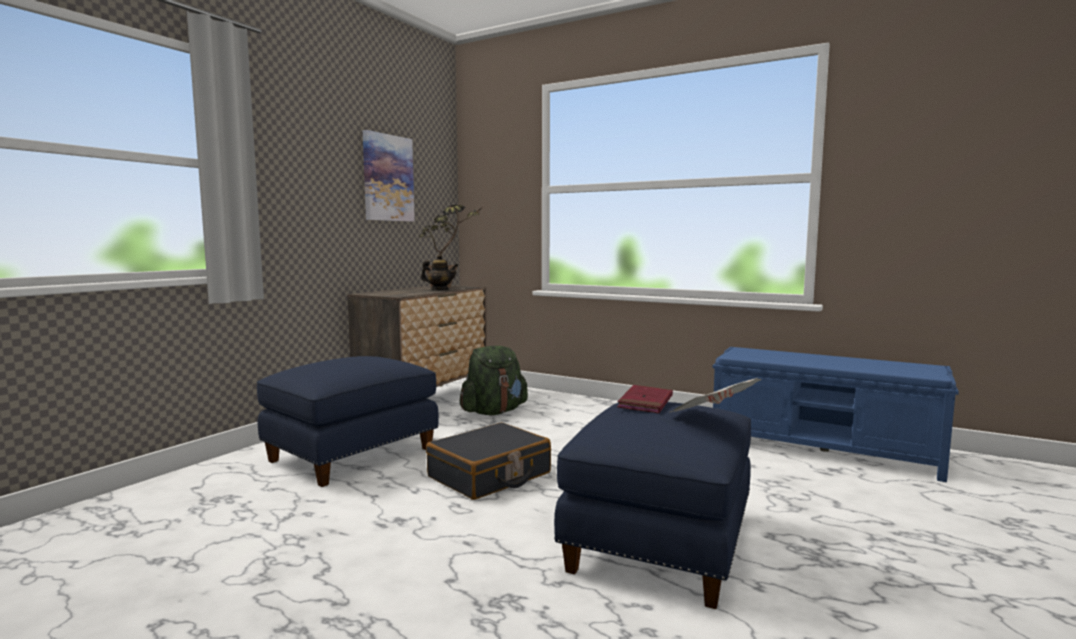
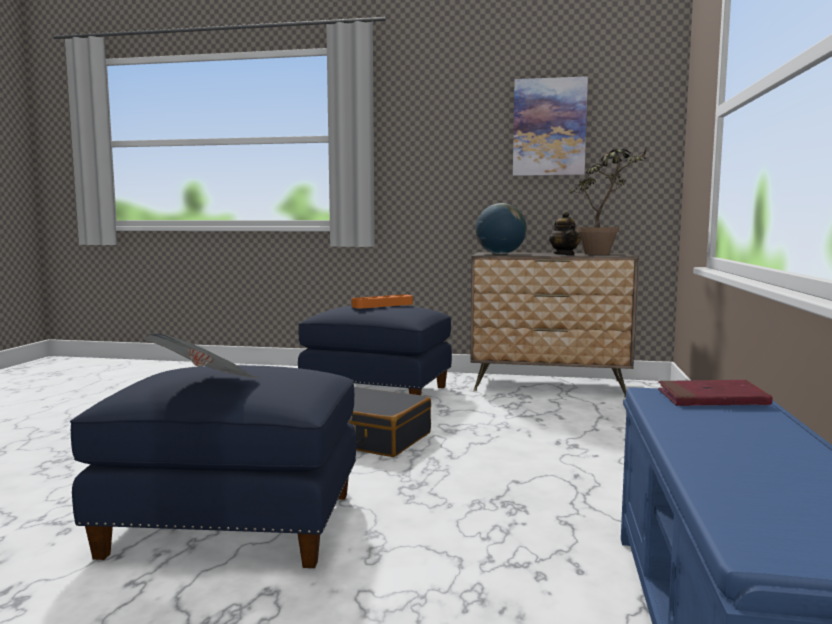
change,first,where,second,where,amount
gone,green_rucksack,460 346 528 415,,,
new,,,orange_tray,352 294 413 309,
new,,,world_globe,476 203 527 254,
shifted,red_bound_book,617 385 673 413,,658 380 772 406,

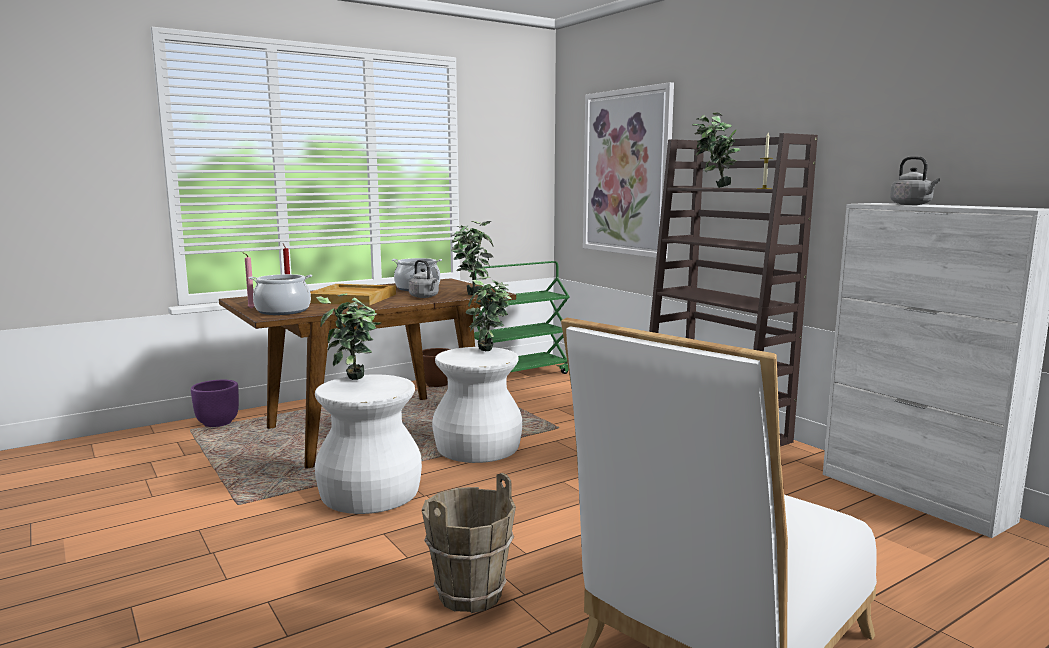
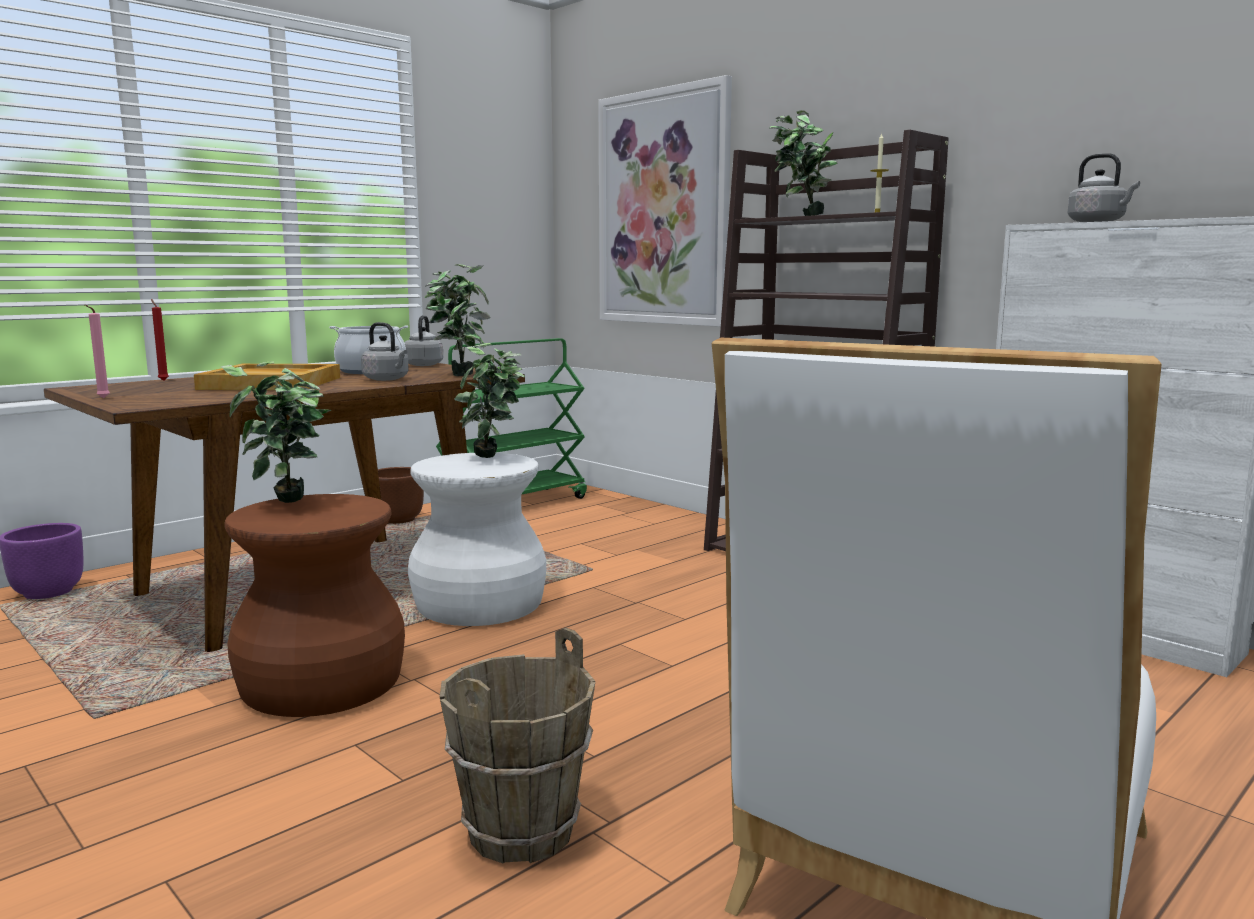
change,first,where,second,where,amount
gone,cooking_pot,249 274 312 315,,,
new,,,grey_water_kettle,404 315 443 366,
repainted,whitish_sitting_stool,315 374 422 514,brown-coloured_sitting_stool,224 494 405 717,

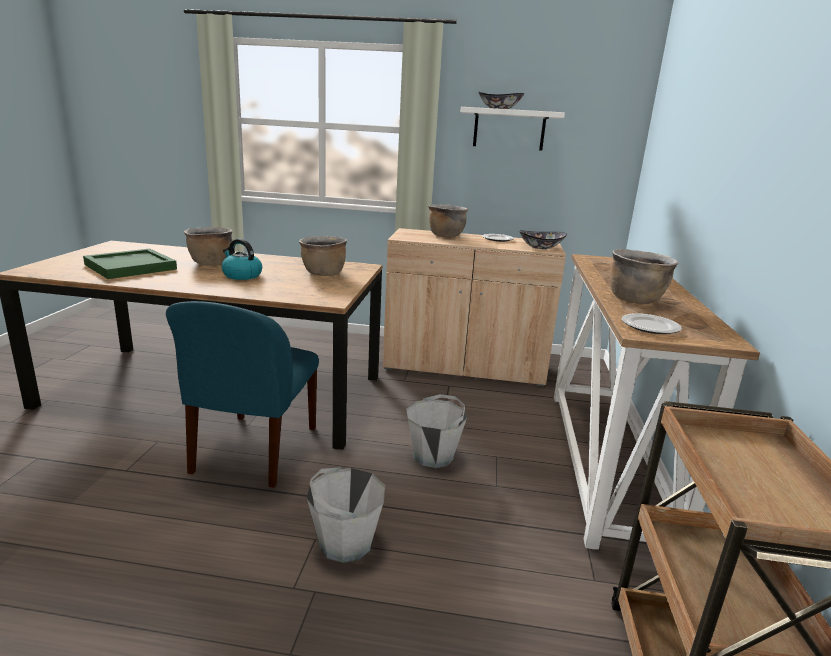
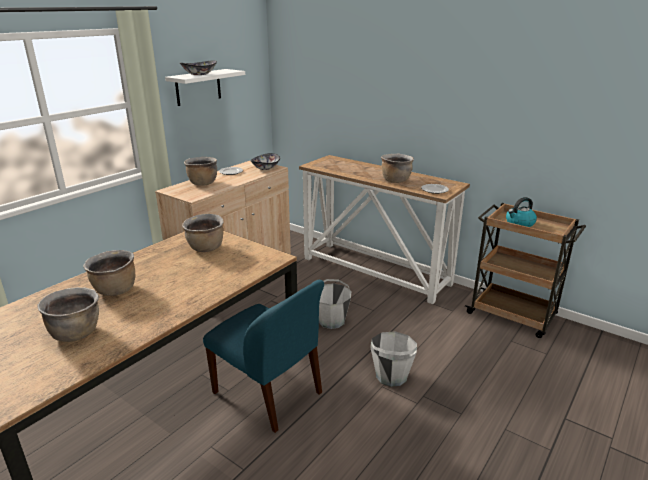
change,first,where,second,where,amount
shifted,water_kettle,222 239 262 280,,506 197 537 227,
swapped,green_tray,83 249 177 279,brown-coloured_cooking_pot,37 287 99 342,

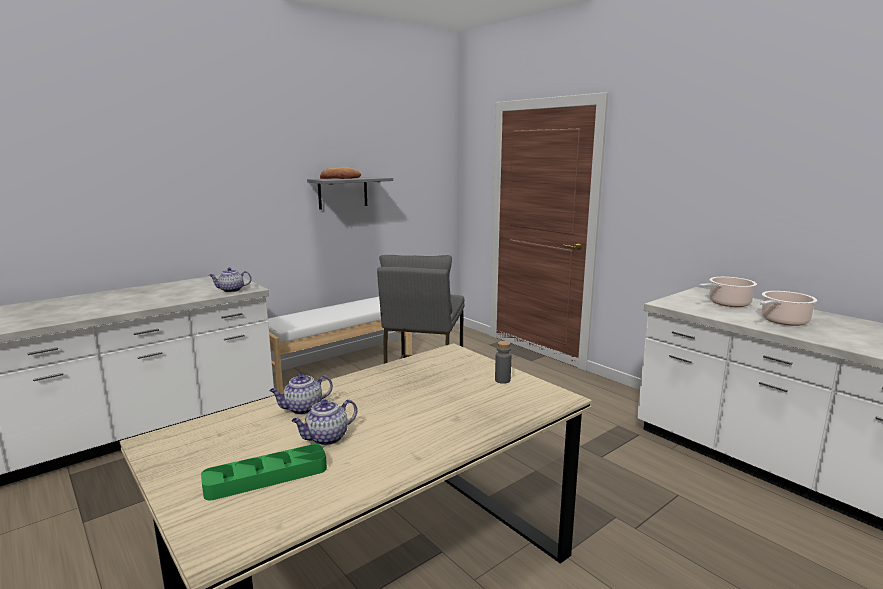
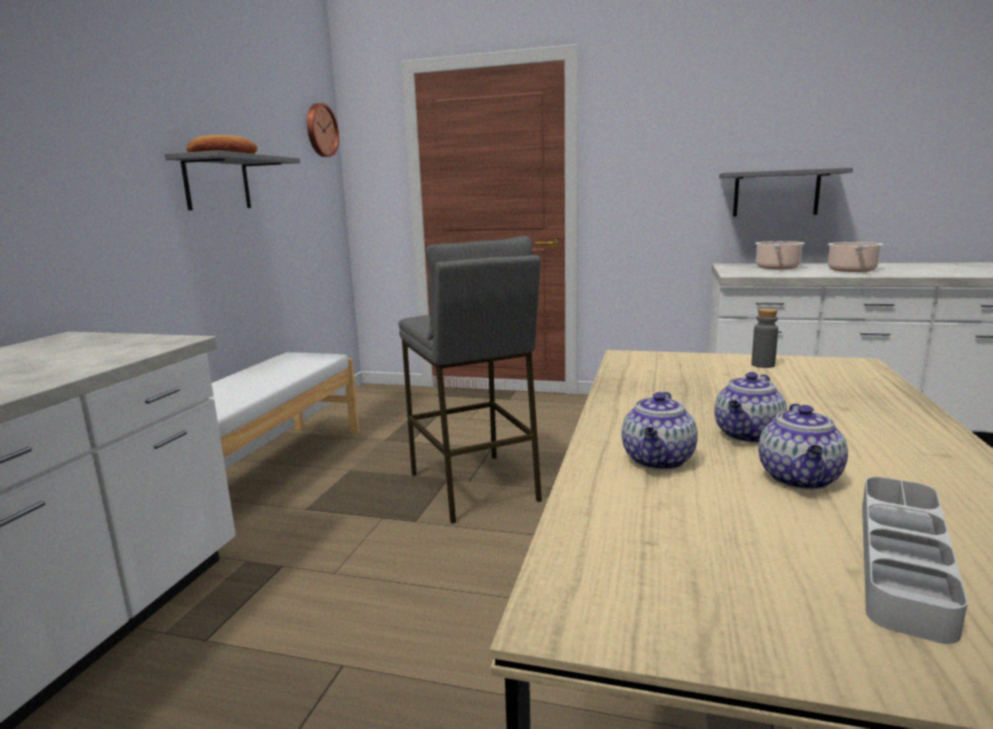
change,first,where,second,where,amount
new,,,clock_on_the_wall,307 103 339 157,
new,,,grey_shelf,719 167 853 217,
shifted,teapot,209 268 252 293,,714 372 787 443,
repainted,green_tray,201 444 327 500,grey_tray,862 477 968 644,

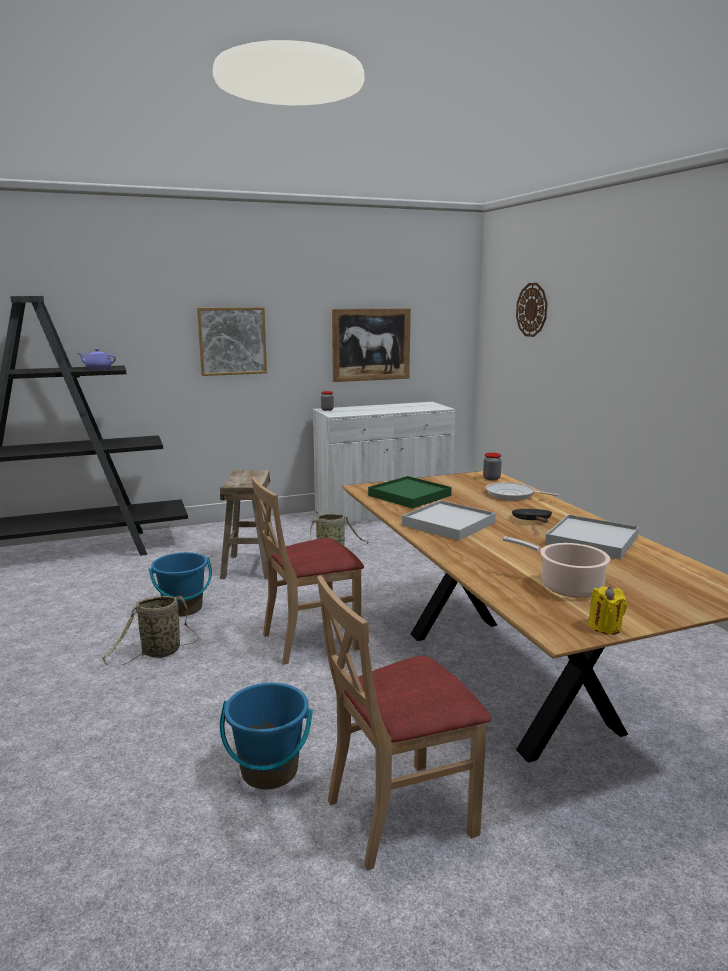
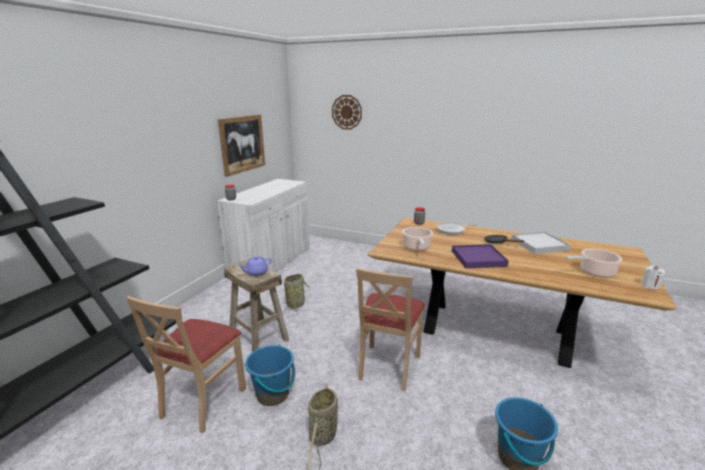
change,first,where,second,where,amount
gone,wall_picture,197 307 267 376,,,
shifted,purple_teapot,78 349 116 369,,238 256 272 276,
shifted,sand-coloured_chair,317 575 491 871,,126 296 246 433,
swapped,green_tray,368 476 452 508,cooking_pot,402 227 433 251,
repainted,whitish_tray,402 500 496 541,purple_tray,452 244 509 269,
repainted,yellowish_wax_candle,588 586 627 634,whitish_wax_candle,641 266 665 290,

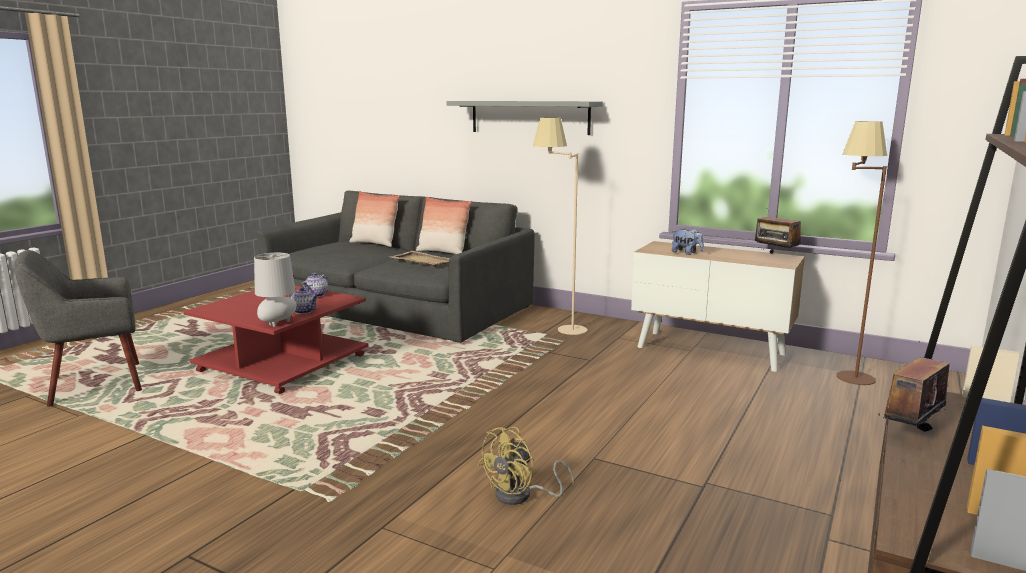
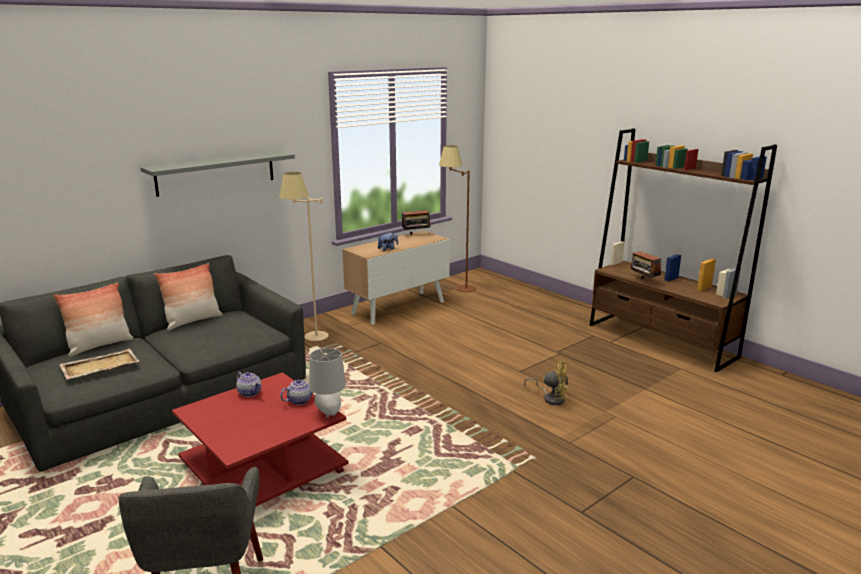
change,first,where,second,where,amount
shifted,sand-coloured_tray,389 251 450 267,,59 349 139 379,
rotated,yellowish_fan,477 427 574 505,,524 360 568 405,45 degrees counterclockwise

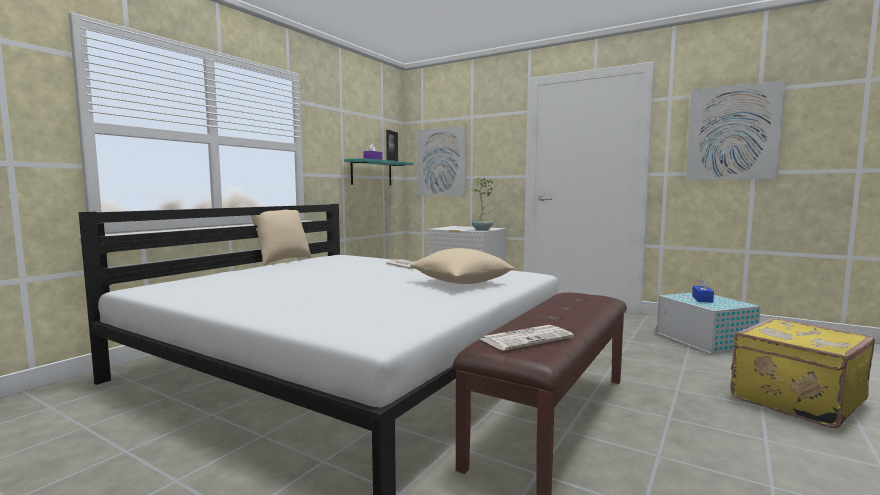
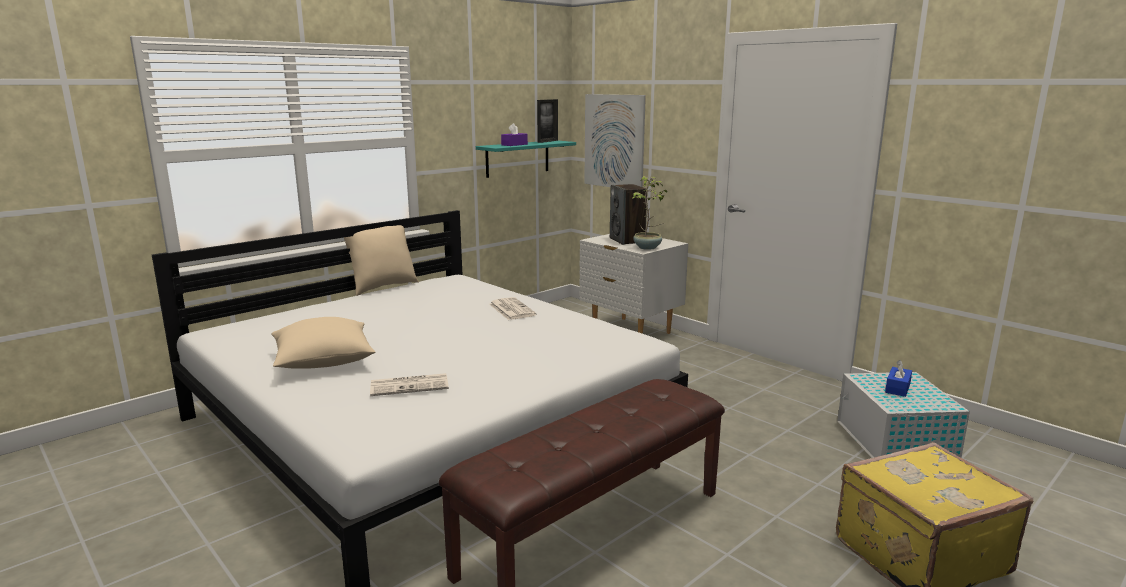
change,first,where,second,where,amount
gone,wall_picture,686 80 786 180,,,
new,,,loudspeaker,610 184 647 245,
shifted,sand-coloured_throw_pillow,410 248 515 284,,271 317 376 369,
shifted,daily_paper,480 325 574 351,,370 373 449 396,

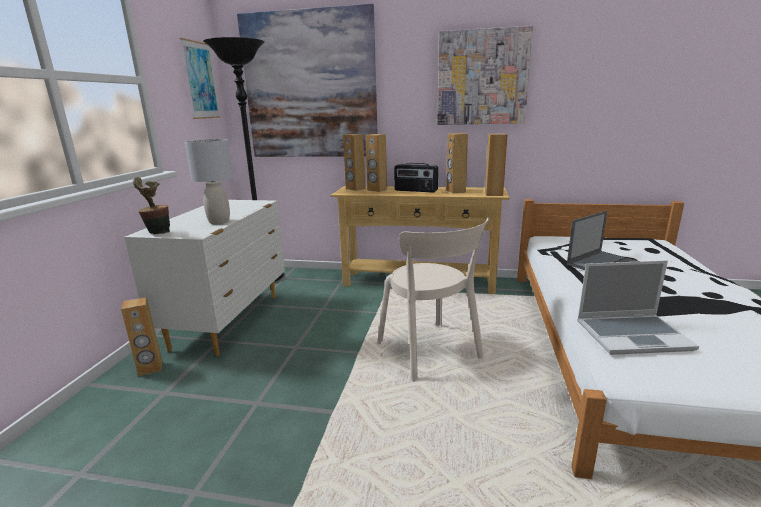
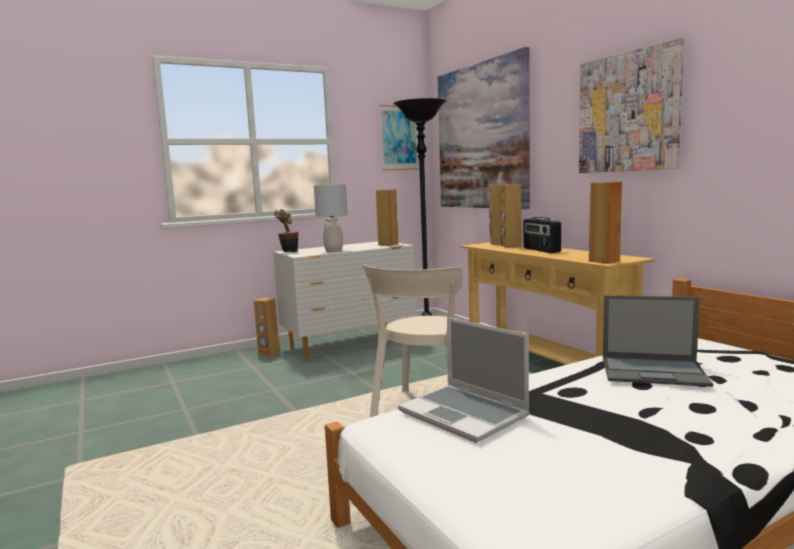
change,first,where,second,where,amount
shifted,brown-coloured_loudspeaker,446 133 468 193,,376 189 398 246,

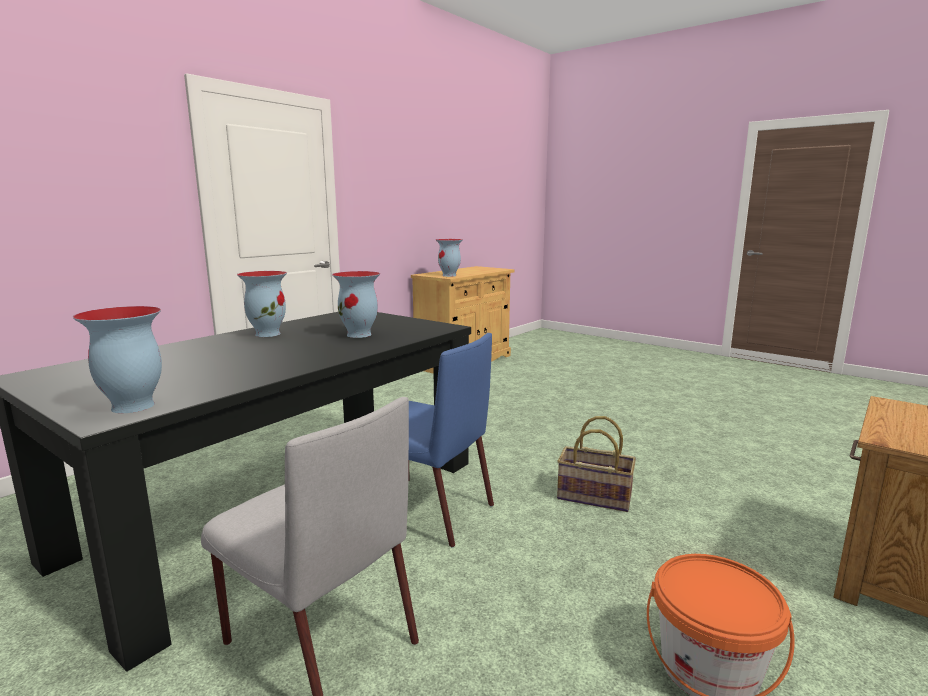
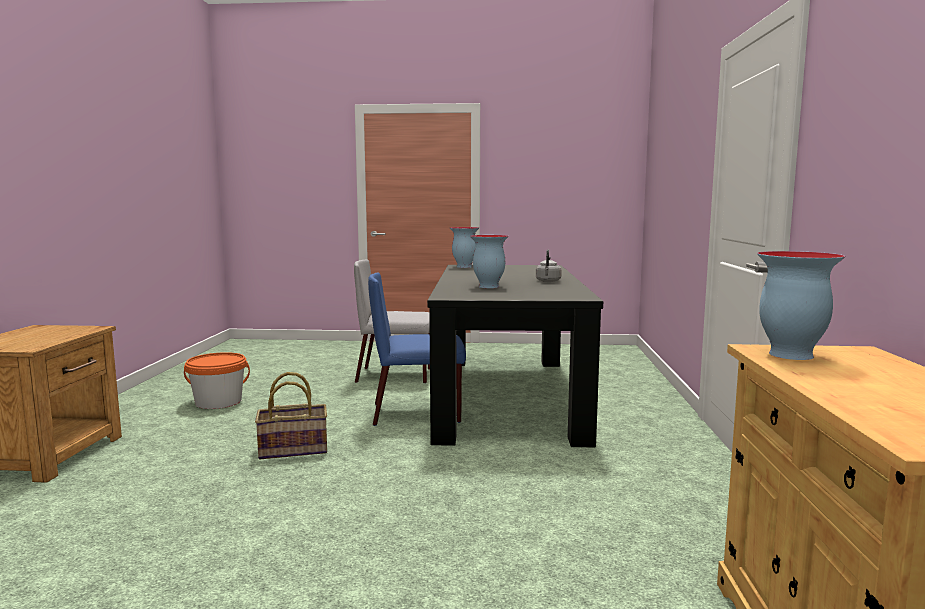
change,first,where,second,where,amount
swapped,decorative_vase,237 271 287 337,grey_water_kettle,536 250 562 282,

